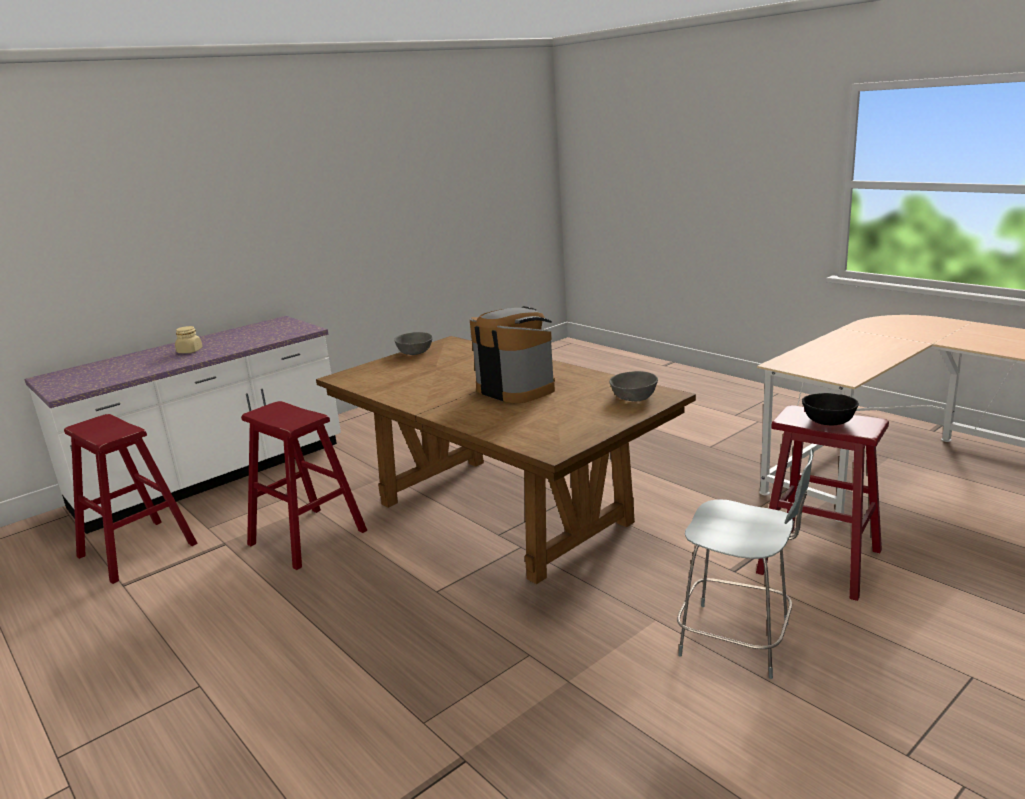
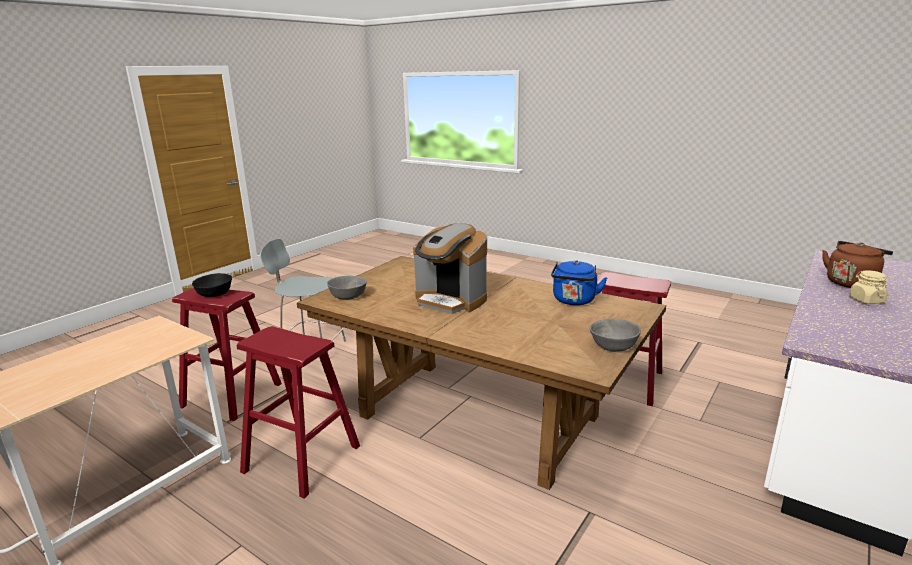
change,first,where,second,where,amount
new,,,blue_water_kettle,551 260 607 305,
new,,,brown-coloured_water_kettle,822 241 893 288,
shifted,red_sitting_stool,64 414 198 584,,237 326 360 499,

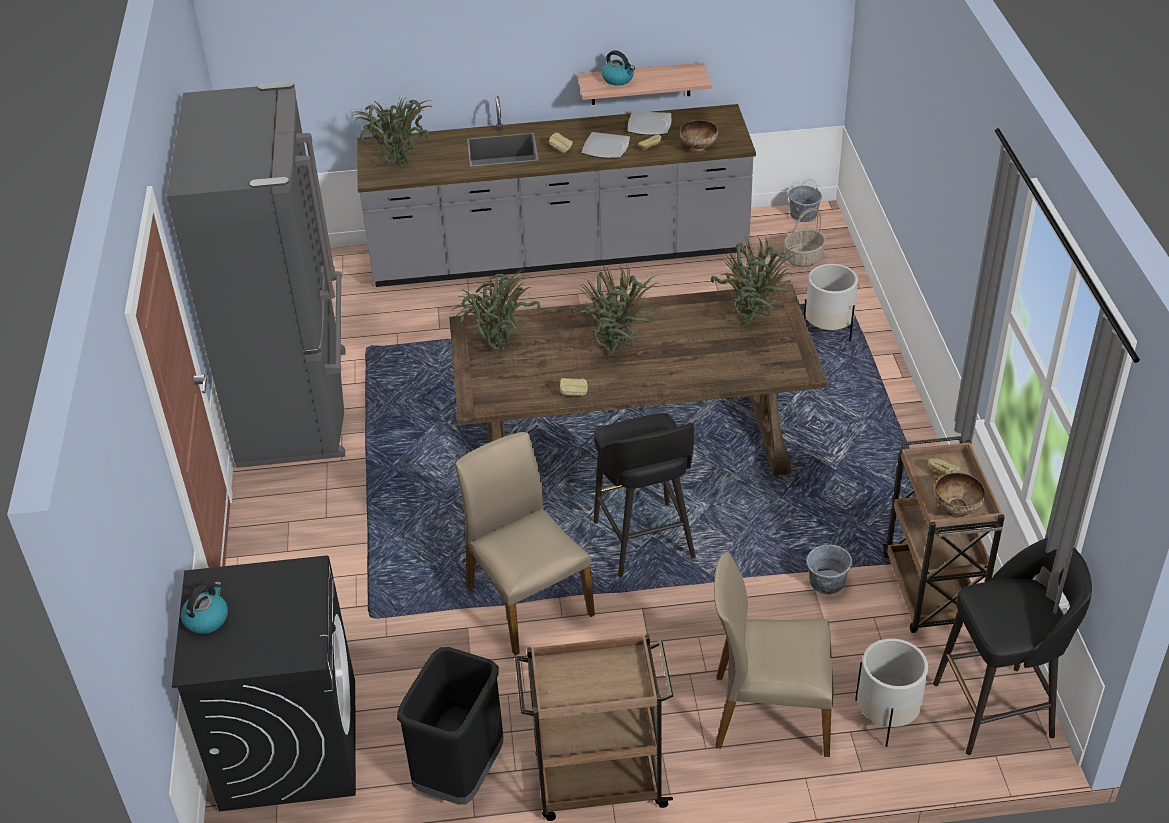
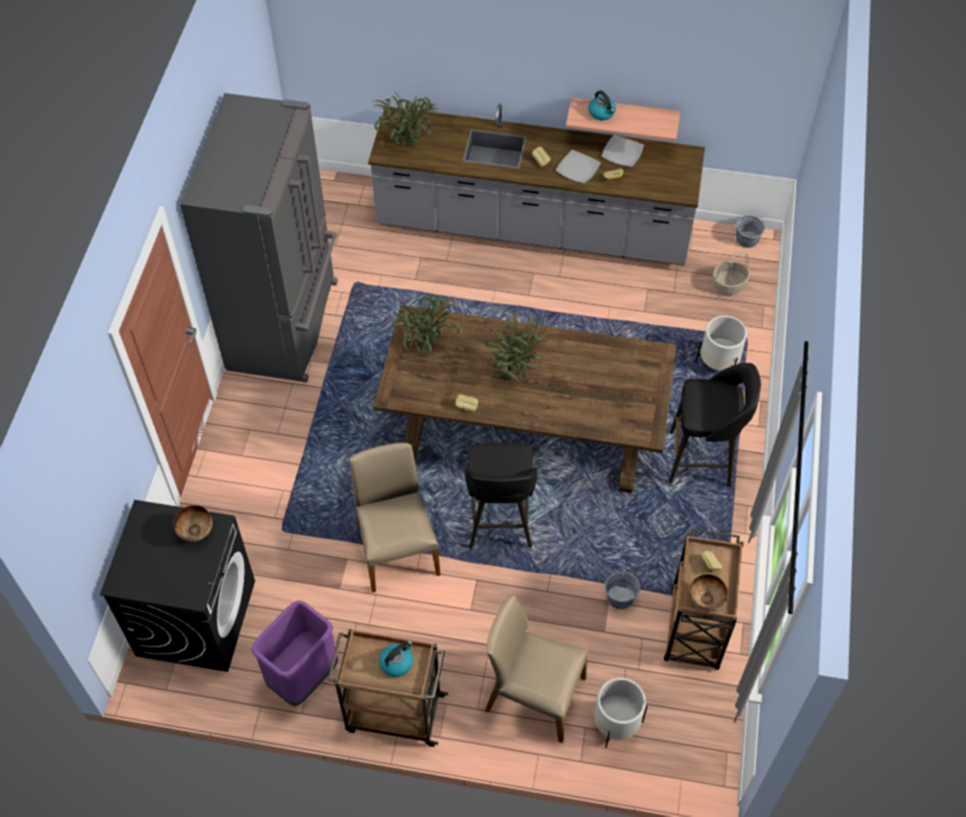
change,first,where,second,where,amount
gone,plant_in_a_pot,711 237 795 325,,,
shifted,water_kettle,181 582 228 634,,379 640 413 677,
shifted,bowl,680 120 718 154,,173 505 213 542,
shifted,blackish_sitting_stool,933 538 1092 755,,669 363 761 487,
repainted,blackish_rubbish_bin,397 647 503 805,purple_rubbish_bin,251 600 338 707,

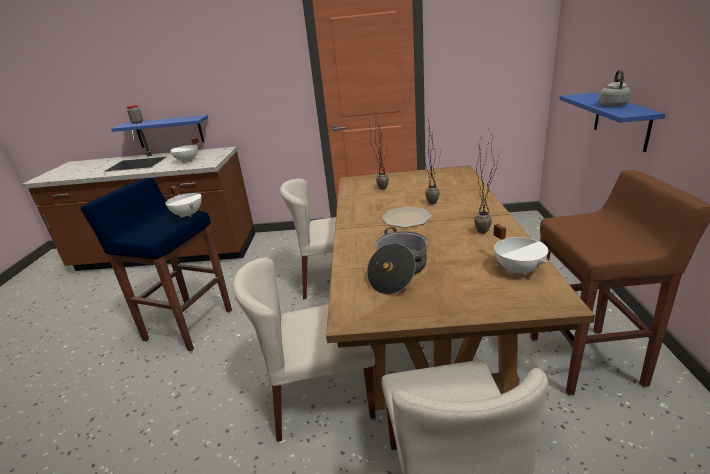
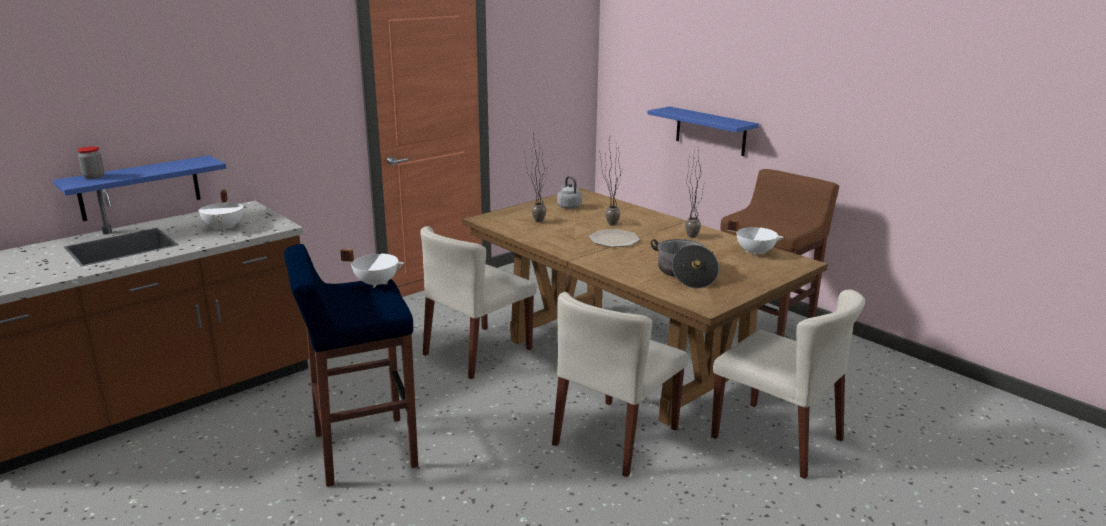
change,first,where,second,where,amount
shifted,grey_water_kettle,599 70 631 107,,557 176 582 209,

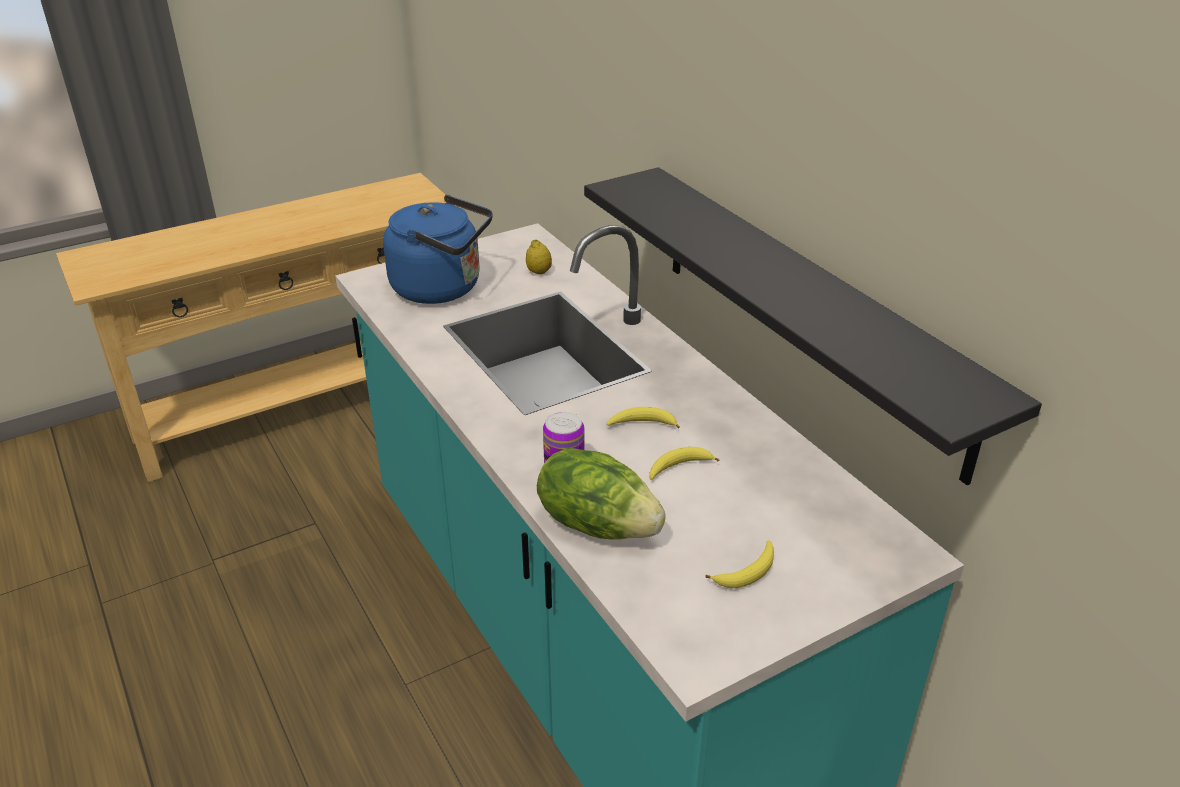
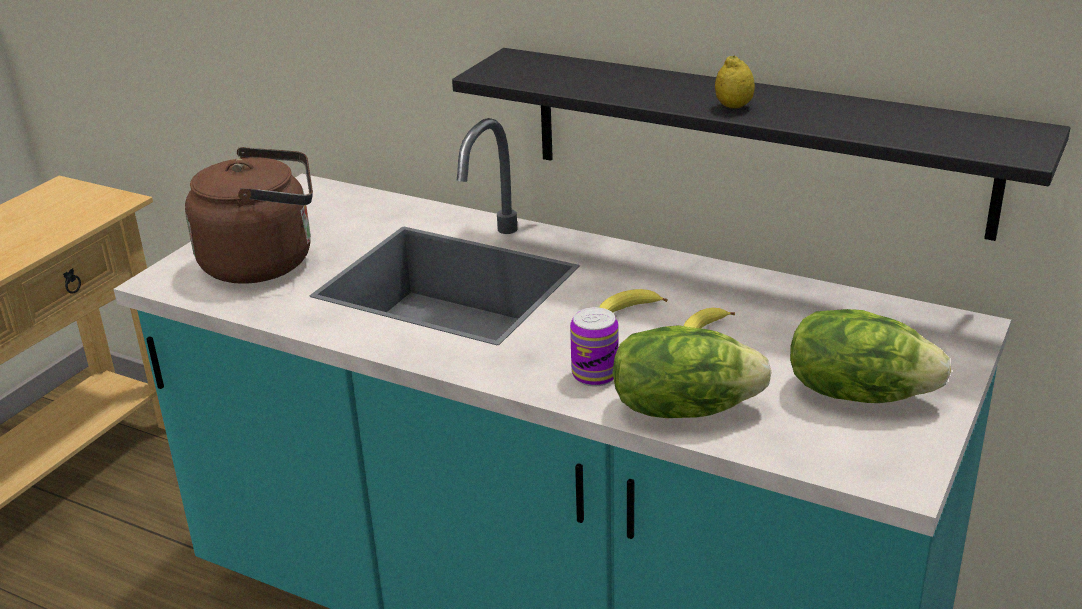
change,first,where,second,where,amount
shifted,lemon,526 240 552 274,,715 55 755 109,
swapped,whole_banana,706 540 774 588,lettuce_head,790 309 951 403,
repainted,blue_water_kettle,383 195 493 304,brown-coloured_water_kettle,185 147 313 284,

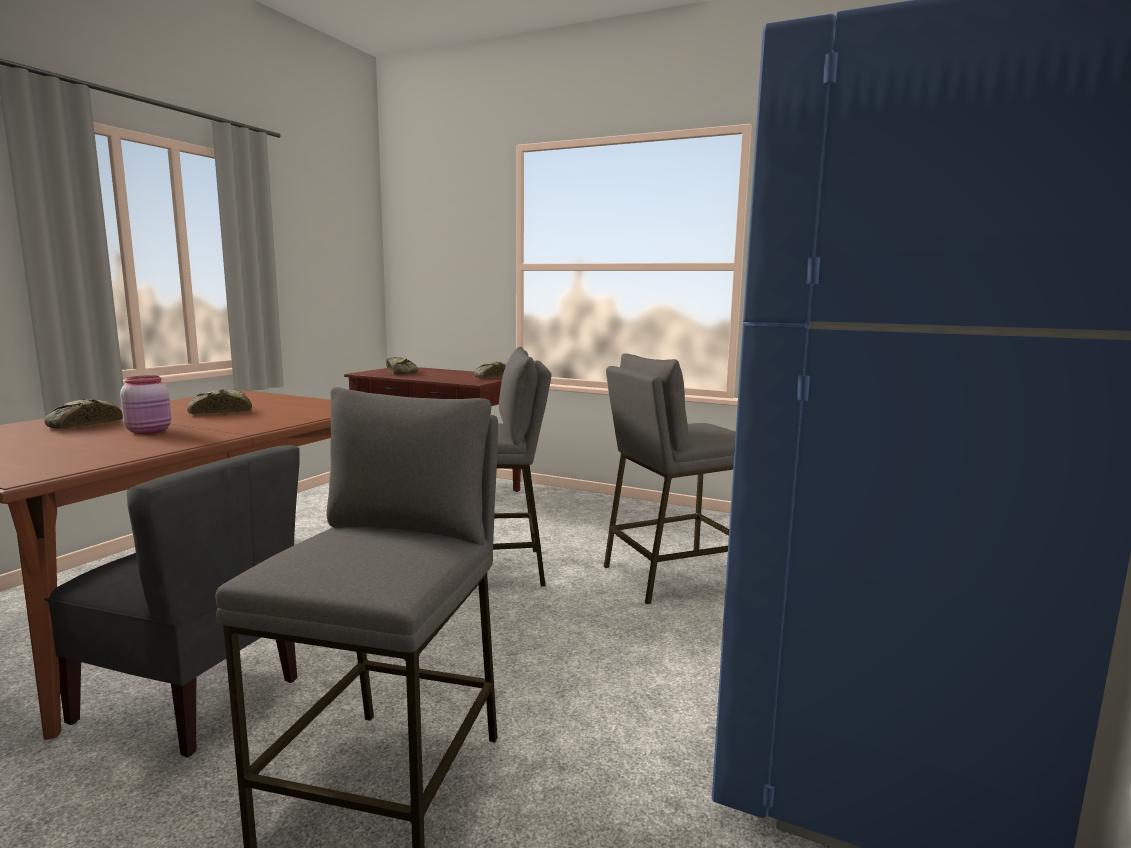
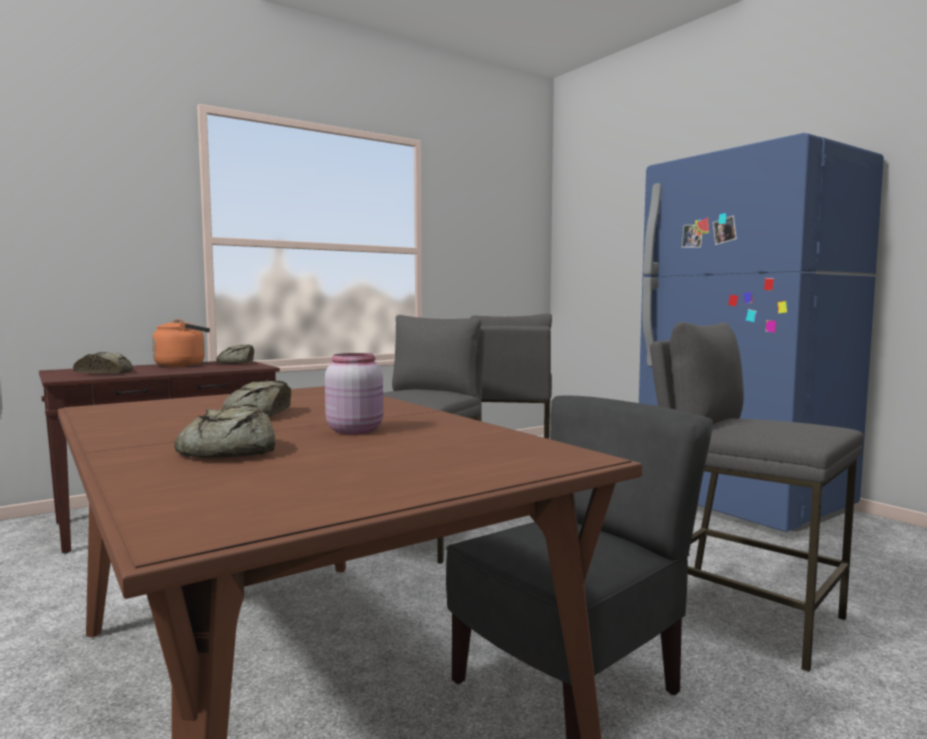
change,first,where,second,where,amount
new,,,orange_water_kettle,152 319 210 367,

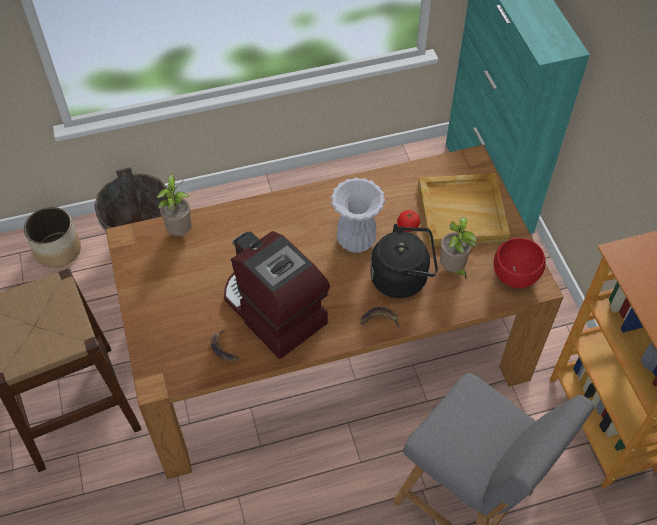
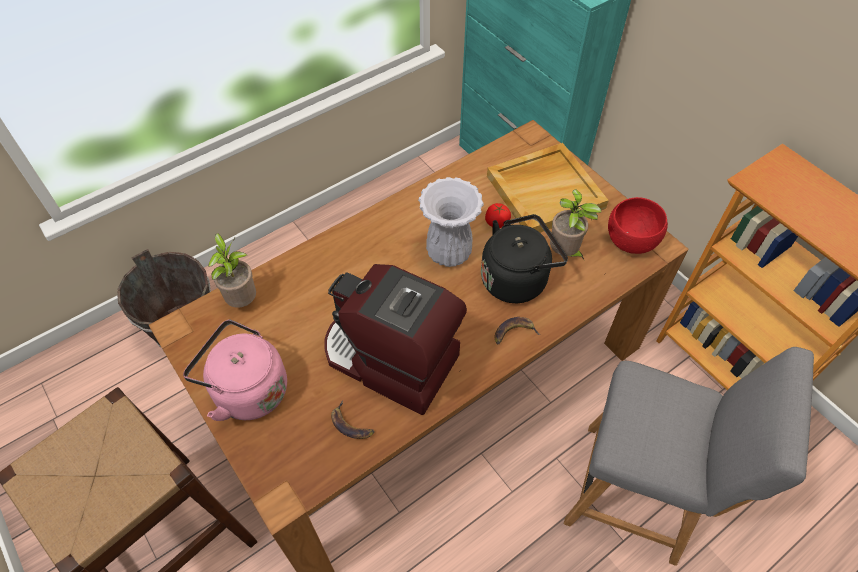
change,first,where,second,where,amount
gone,flower_pot,24 207 81 268,,,
new,,,pinkish_water_kettle,183 319 287 421,

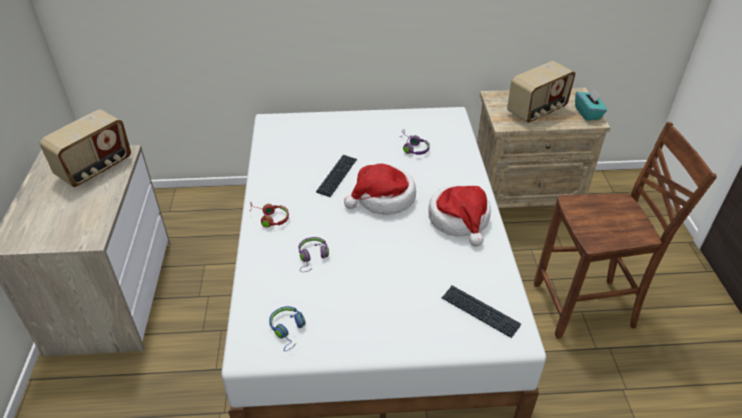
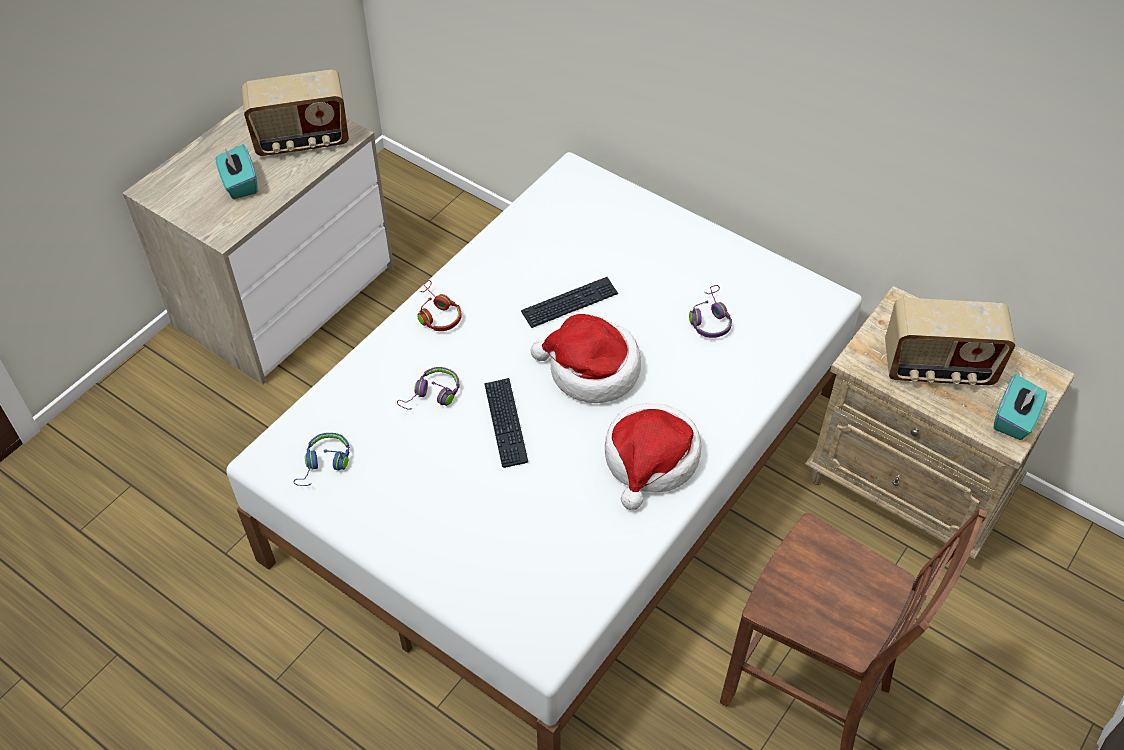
change,first,where,second,where,amount
new,,,blue-green_tissue_box,215 144 258 199,
shifted,PC_keyboard,442 285 521 338,,484 378 528 468,

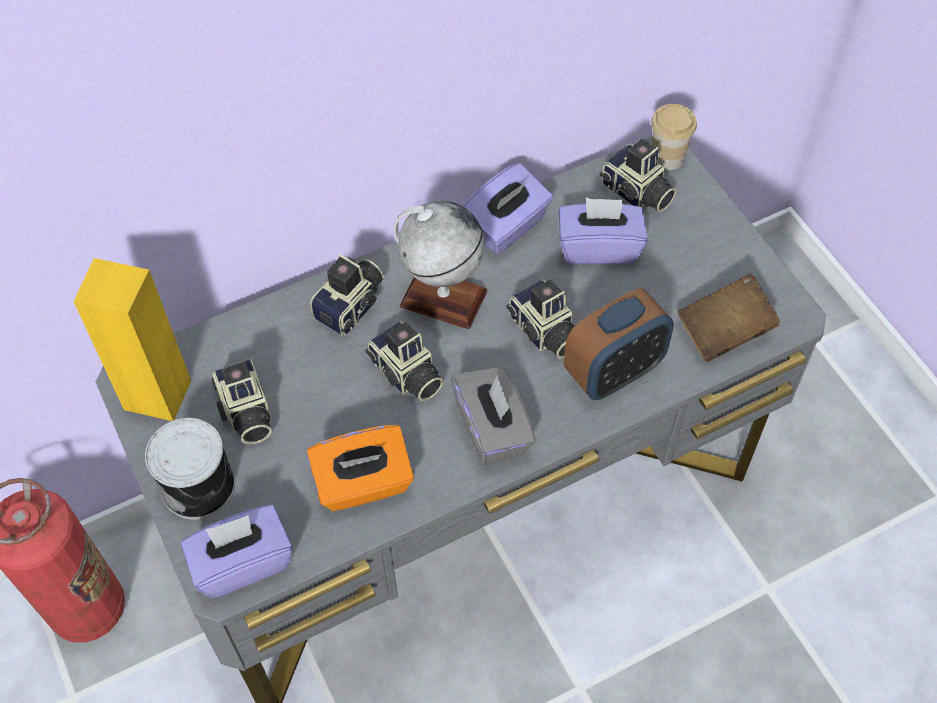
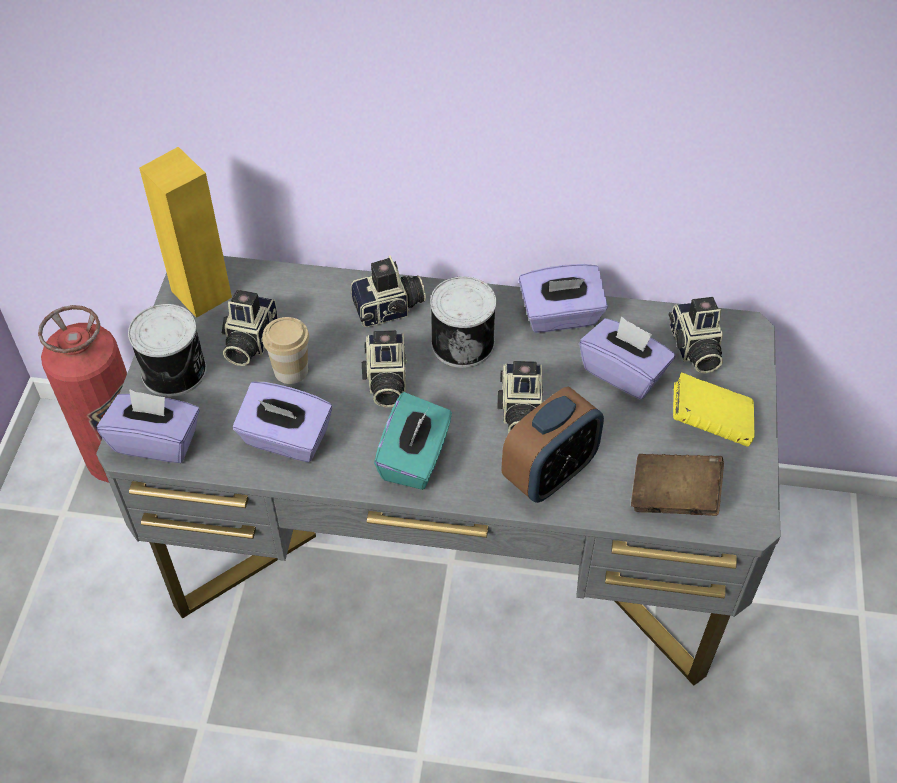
change,first,where,second,where,amount
new,,,yellowish_bound_book,673 372 754 447,
shifted,drinking_cup,651 104 697 170,,262 317 309 384,
swapped,world_globe,393 201 488 329,metal_can,430 276 496 368,
repainted,orange_tissue_box,307 425 414 511,purple_tissue_box,233 382 332 462,
repainted,grey_tissue_box,451 367 536 466,blue-green_tissue_box,374 392 452 490,
rotated,table_clock,564 288 674 400,,501 387 604 503,45 degrees counterclockwise

